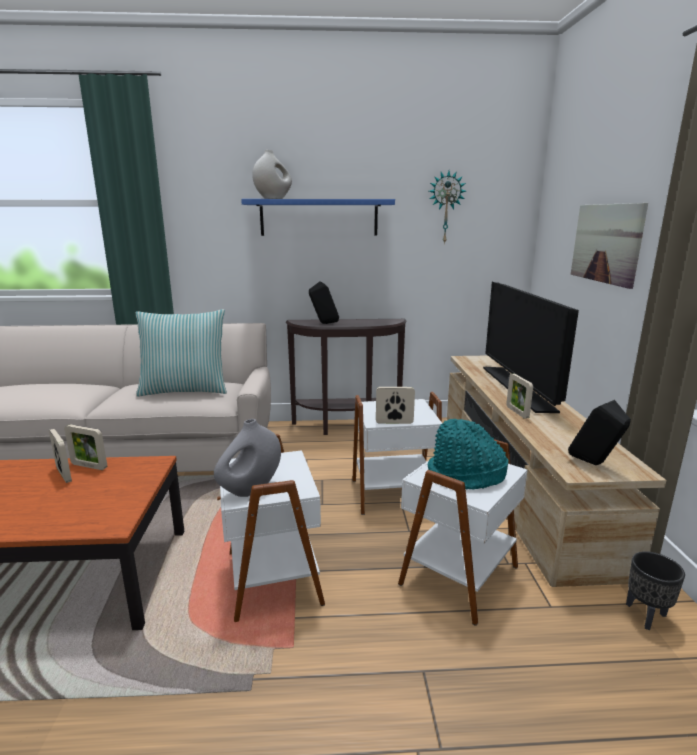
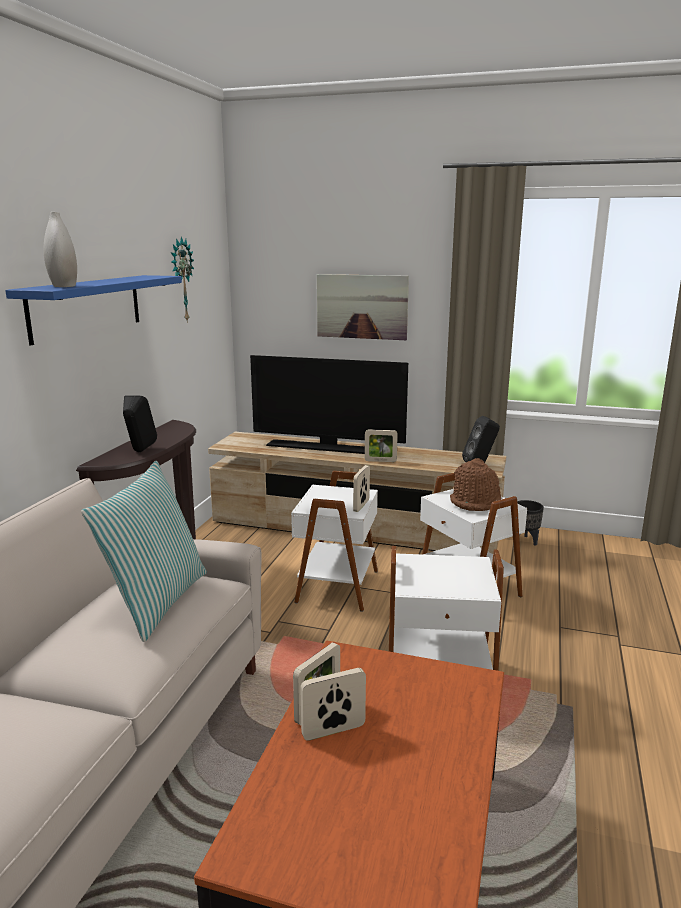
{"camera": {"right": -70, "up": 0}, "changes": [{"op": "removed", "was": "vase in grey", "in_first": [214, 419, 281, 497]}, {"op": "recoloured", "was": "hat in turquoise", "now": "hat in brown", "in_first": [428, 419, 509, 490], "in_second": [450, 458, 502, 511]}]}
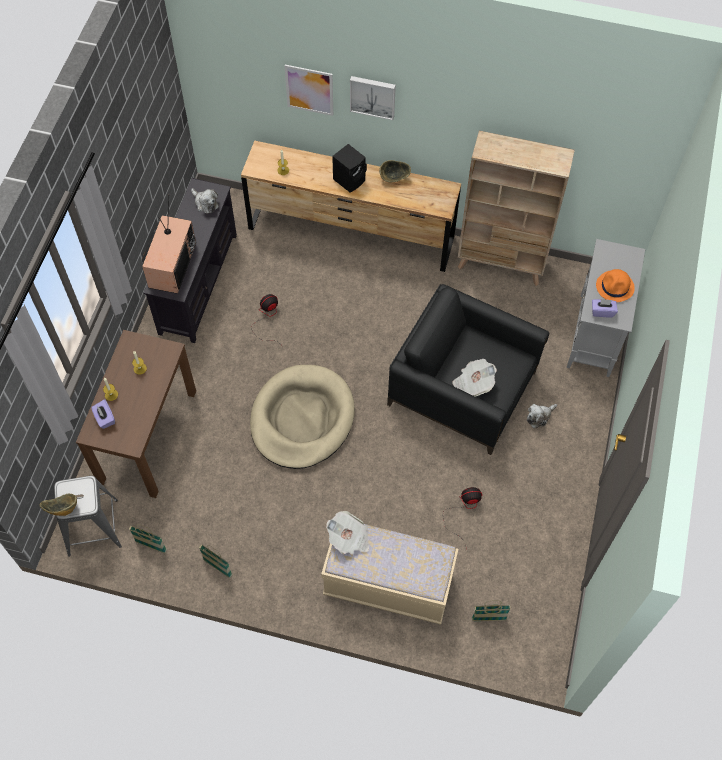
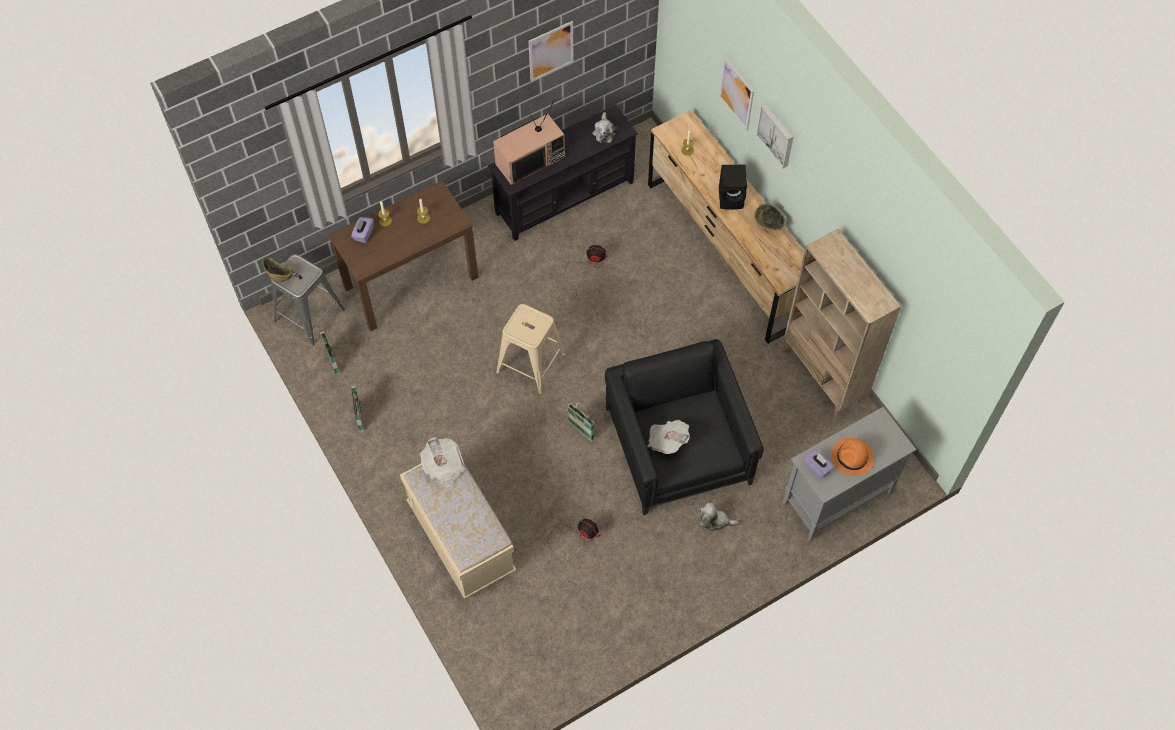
{"camera": {"right": 45, "up": 0}, "changes": [{"op": "replaced", "was": "dog bed in beige", "now": "stool in beige", "in_first": [250, 365, 355, 469], "in_second": [496, 304, 566, 395]}, {"op": "moved", "was": "basket", "in_first": [472, 600, 510, 621], "in_second": [567, 403, 595, 441]}, {"op": "added", "now": "picture", "in_second": [528, 21, 574, 81]}]}
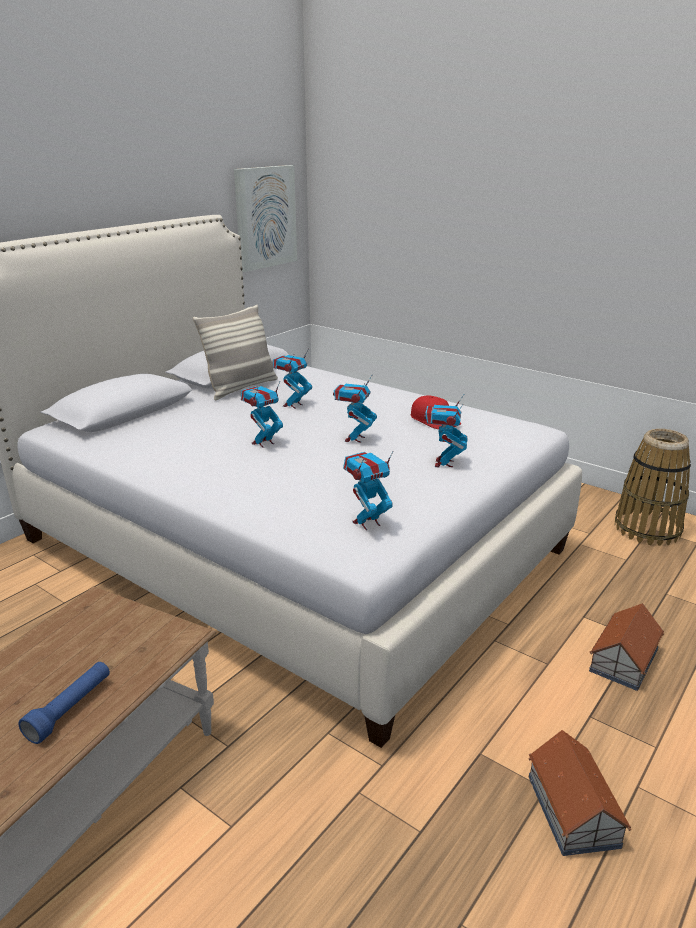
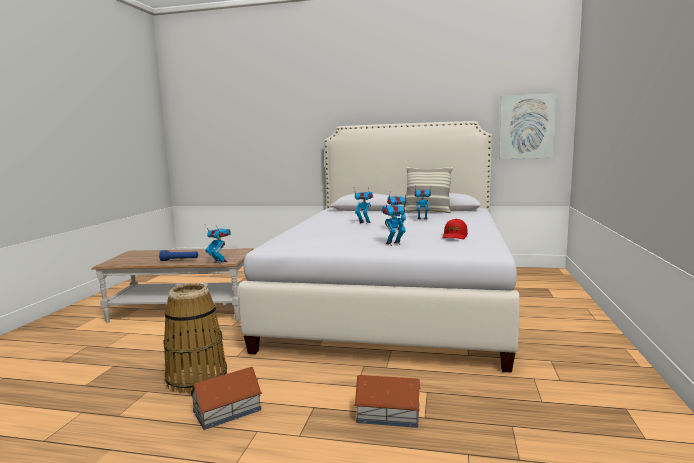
{"camera": {"right": 65, "up": -15}, "changes": [{"op": "moved", "was": "basket", "in_first": [615, 429, 691, 546], "in_second": [164, 283, 227, 394]}, {"op": "moved", "was": "toy robot", "in_first": [343, 451, 393, 530], "in_second": [205, 225, 231, 264]}]}
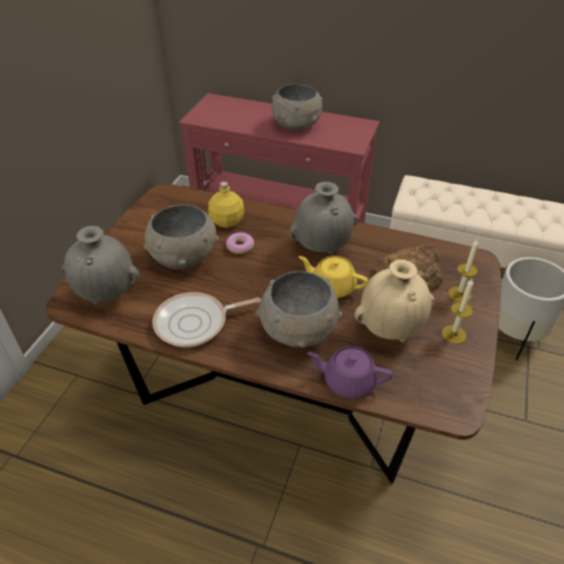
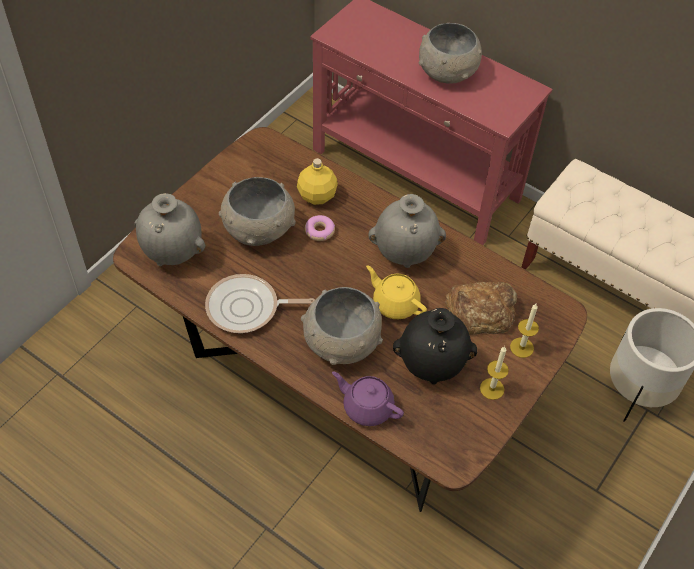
{"camera": {"right": 15, "up": 10}, "changes": [{"op": "recoloured", "was": "vase in beige", "now": "vase in black", "in_first": [354, 259, 435, 342], "in_second": [393, 308, 477, 384]}]}
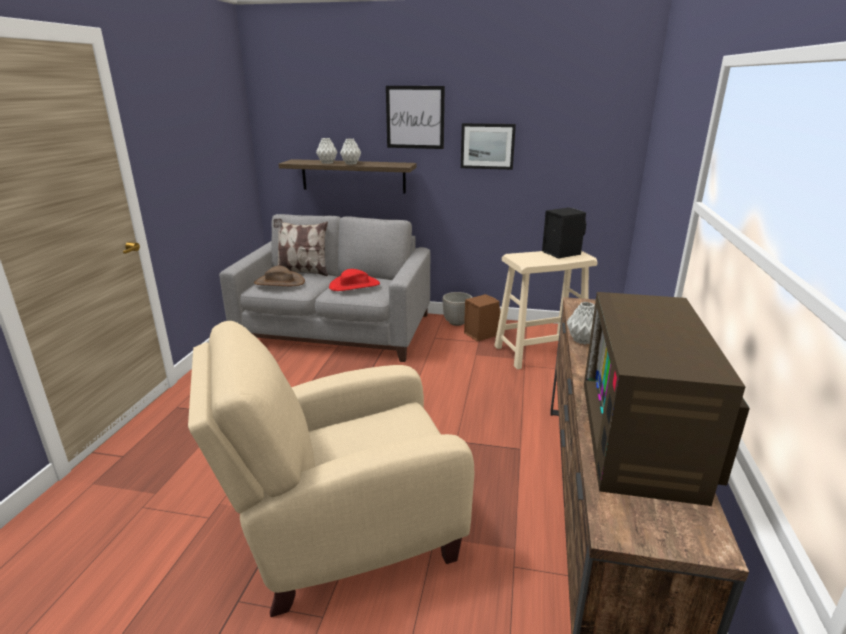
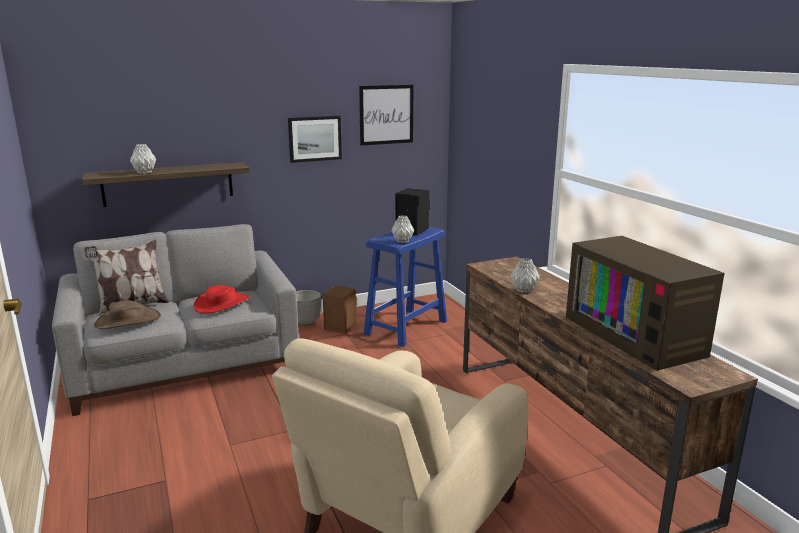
{"camera": {"right": -35, "up": -5}, "changes": [{"op": "moved", "was": "picture", "in_first": [386, 86, 445, 149], "in_second": [359, 85, 413, 146]}, {"op": "moved", "was": "vase in grey", "in_first": [340, 138, 361, 165], "in_second": [392, 215, 414, 243]}, {"op": "recoloured", "was": "stool in beige", "now": "stool in blue", "in_first": [494, 251, 598, 369], "in_second": [364, 227, 447, 347]}]}
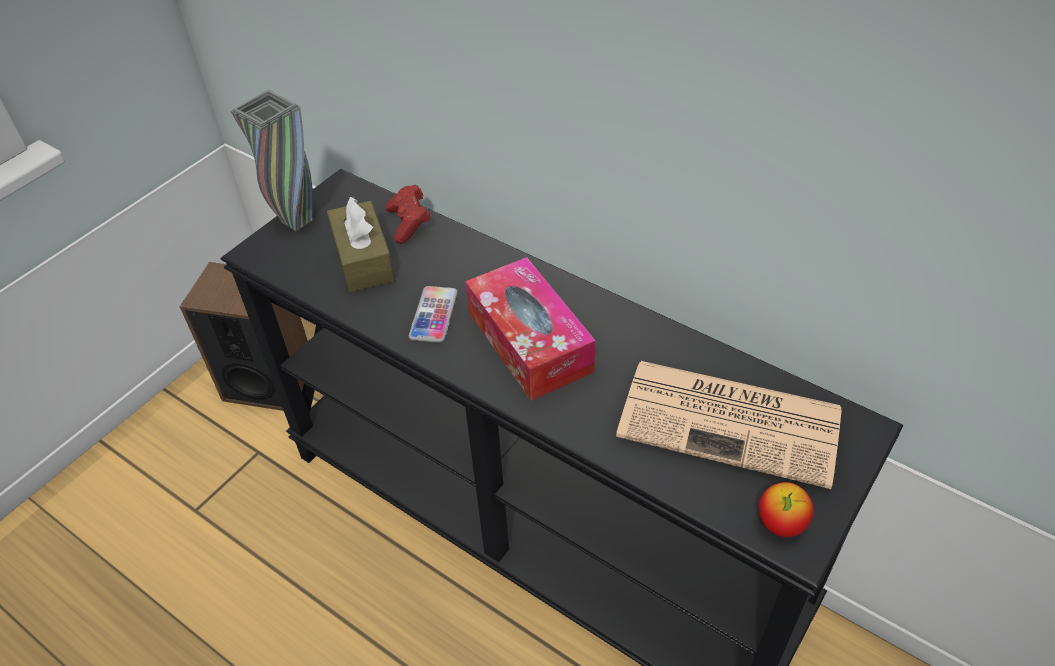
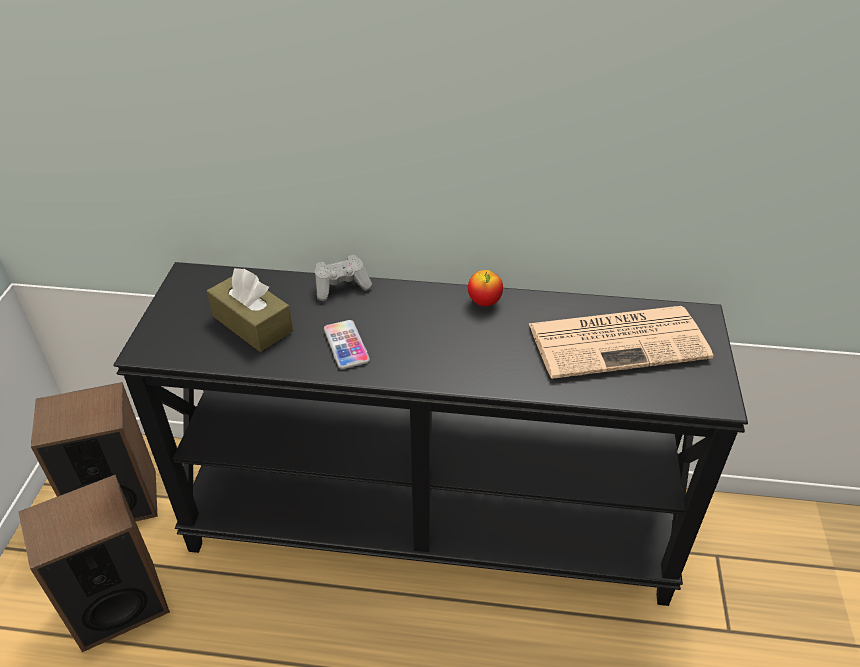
{"camera": {"right": -30, "up": -5}, "changes": [{"op": "removed", "was": "vase in grey", "in_first": [231, 90, 313, 231]}, {"op": "removed", "was": "game controller in red", "in_first": [385, 185, 431, 244]}, {"op": "removed", "was": "tissue box", "in_first": [465, 257, 595, 401]}, {"op": "moved", "was": "apple", "in_first": [759, 482, 814, 537], "in_second": [468, 270, 503, 306]}, {"op": "added", "now": "game controller in grey", "in_second": [315, 255, 372, 301]}, {"op": "added", "now": "speaker", "in_second": [19, 475, 170, 652]}]}
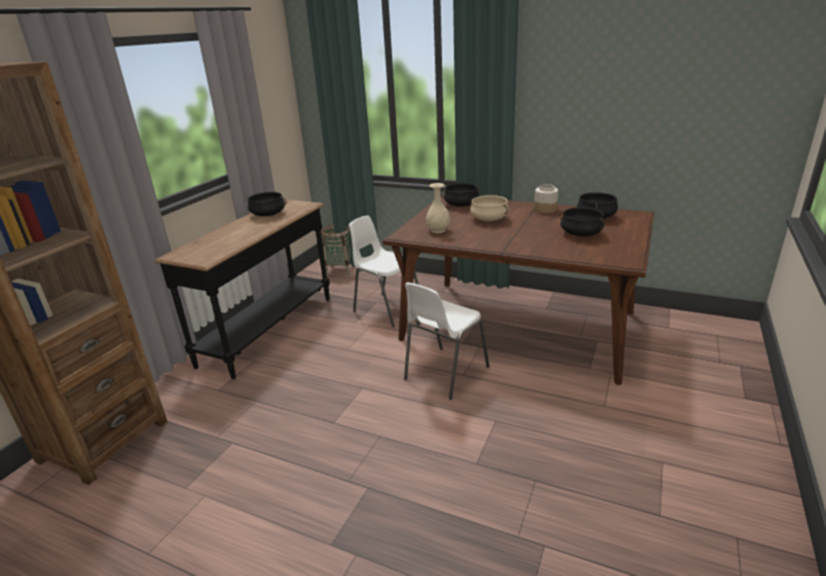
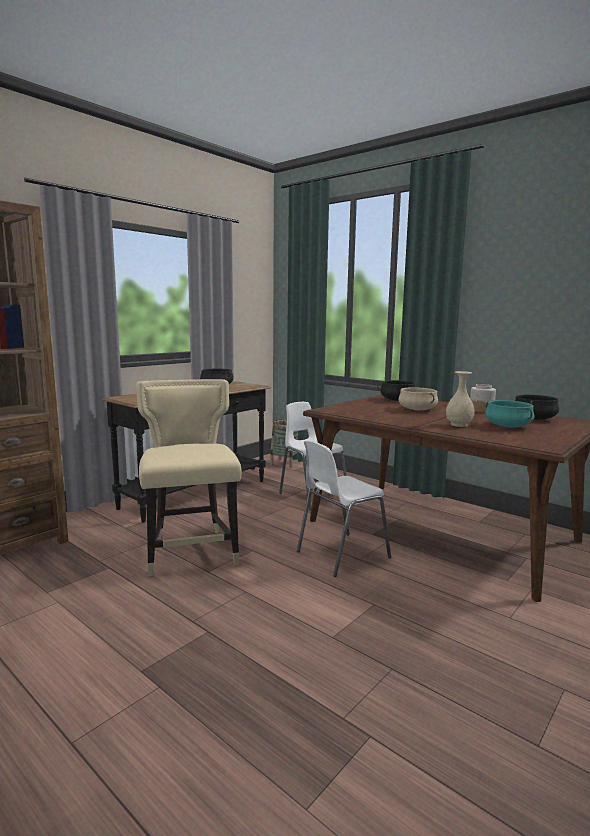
{"camera": {"right": 15, "up": -15}, "changes": [{"op": "moved", "was": "vase in beige", "in_first": [426, 183, 450, 233], "in_second": [446, 371, 475, 427]}, {"op": "recoloured", "was": "cooking pot in black", "now": "cooking pot in turquoise", "in_first": [559, 207, 605, 236], "in_second": [485, 400, 534, 427]}, {"op": "added", "now": "chair in beige", "in_second": [136, 379, 241, 576]}]}
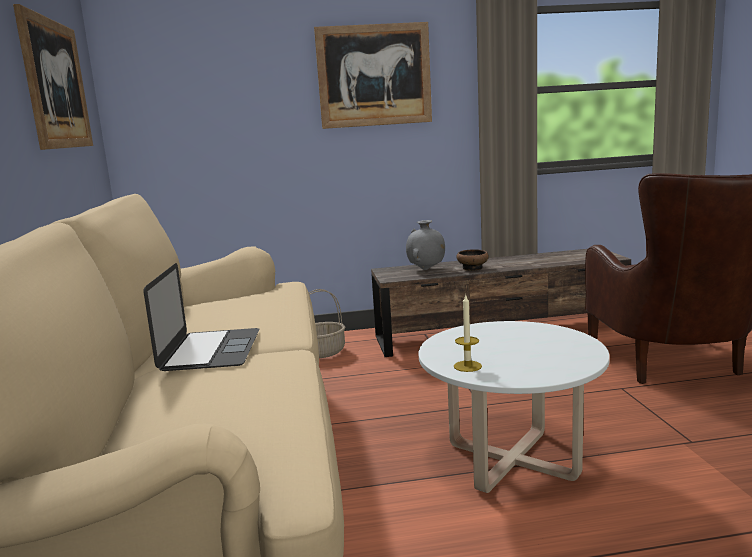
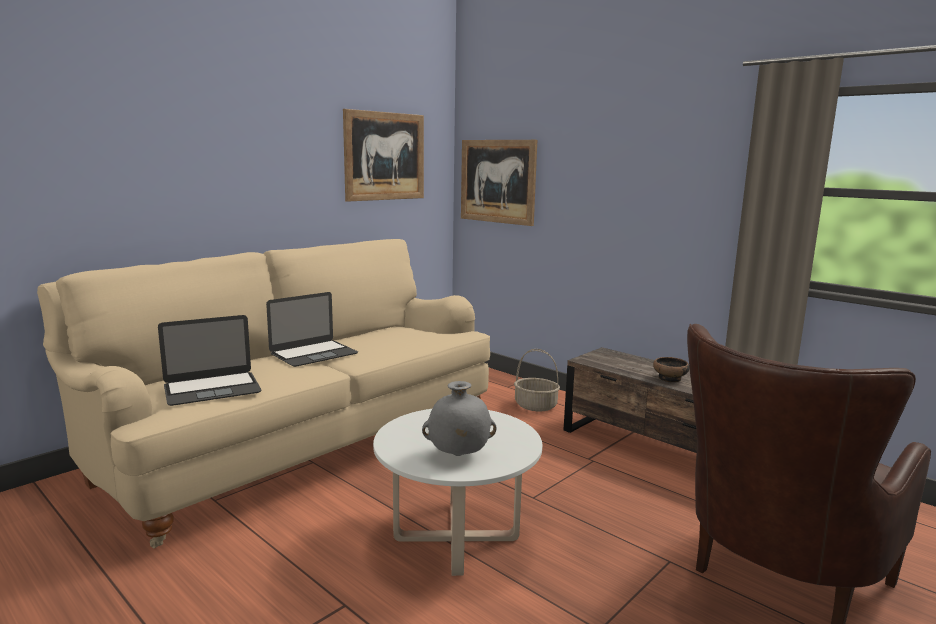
{"camera": {"right": 50, "up": 0}, "changes": [{"op": "moved", "was": "picture", "in_first": [314, 22, 432, 129], "in_second": [461, 140, 537, 226]}, {"op": "moved", "was": "vase in grey", "in_first": [406, 220, 445, 270], "in_second": [422, 381, 496, 456]}, {"op": "removed", "was": "candle", "in_first": [454, 295, 482, 372]}, {"op": "added", "now": "laptop", "in_second": [158, 315, 262, 406]}]}
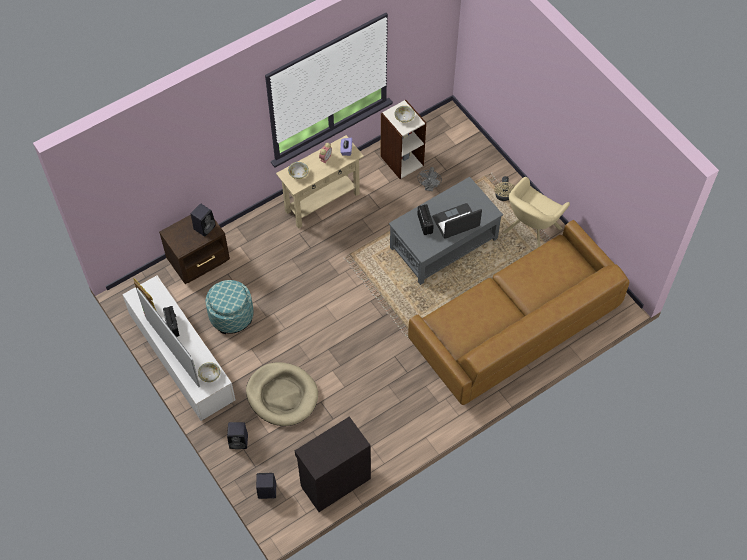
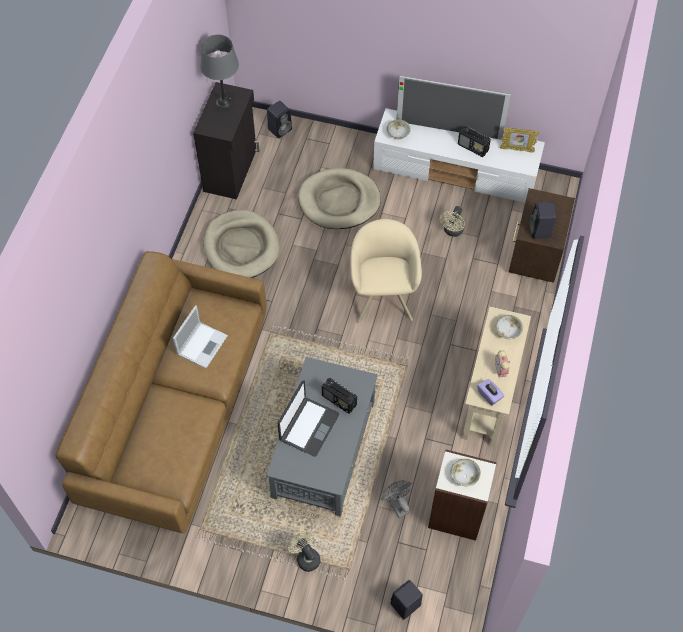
{"camera": {"right": 140, "up": 0}, "changes": [{"op": "moved", "was": "armchair in beige", "in_first": [503, 177, 570, 247], "in_second": [351, 219, 422, 323]}, {"op": "replaced", "was": "ottoman", "now": "fan in beige", "in_first": [206, 280, 254, 334], "in_second": [440, 206, 465, 237]}, {"op": "moved", "was": "speaker in black", "in_first": [227, 422, 248, 449], "in_second": [390, 580, 423, 619]}, {"op": "added", "now": "table lamp in grey", "in_second": [200, 34, 239, 108]}, {"op": "added", "now": "dog bed in beige", "in_second": [204, 210, 280, 278]}, {"op": "added", "now": "laptop", "in_second": [173, 305, 228, 369]}]}
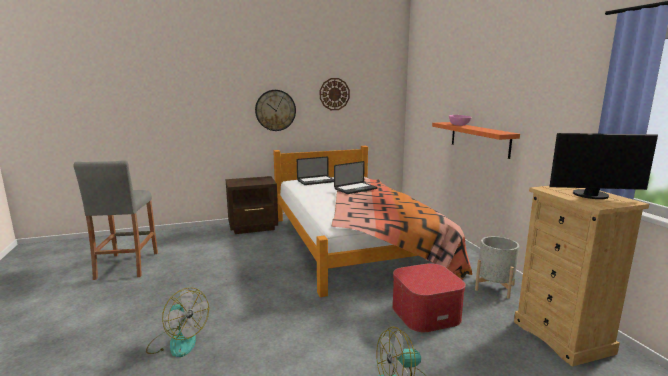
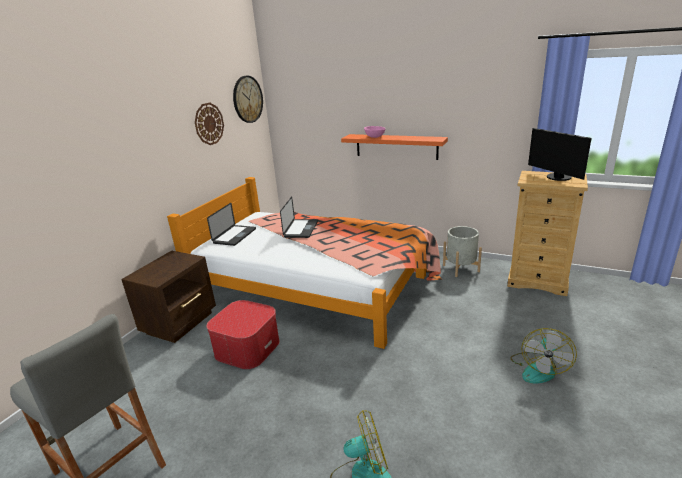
{"camera": {"right": -45, "up": 10}, "changes": [{"op": "moved", "was": "wall clock", "in_first": [255, 90, 296, 131], "in_second": [233, 76, 263, 123]}, {"op": "turned", "was": "monitor", "in_first": [549, 133, 658, 199], "in_second": [528, 128, 592, 181], "clockwise": 105}, {"op": "moved", "was": "ottoman", "in_first": [392, 263, 466, 332], "in_second": [207, 300, 280, 369]}]}
